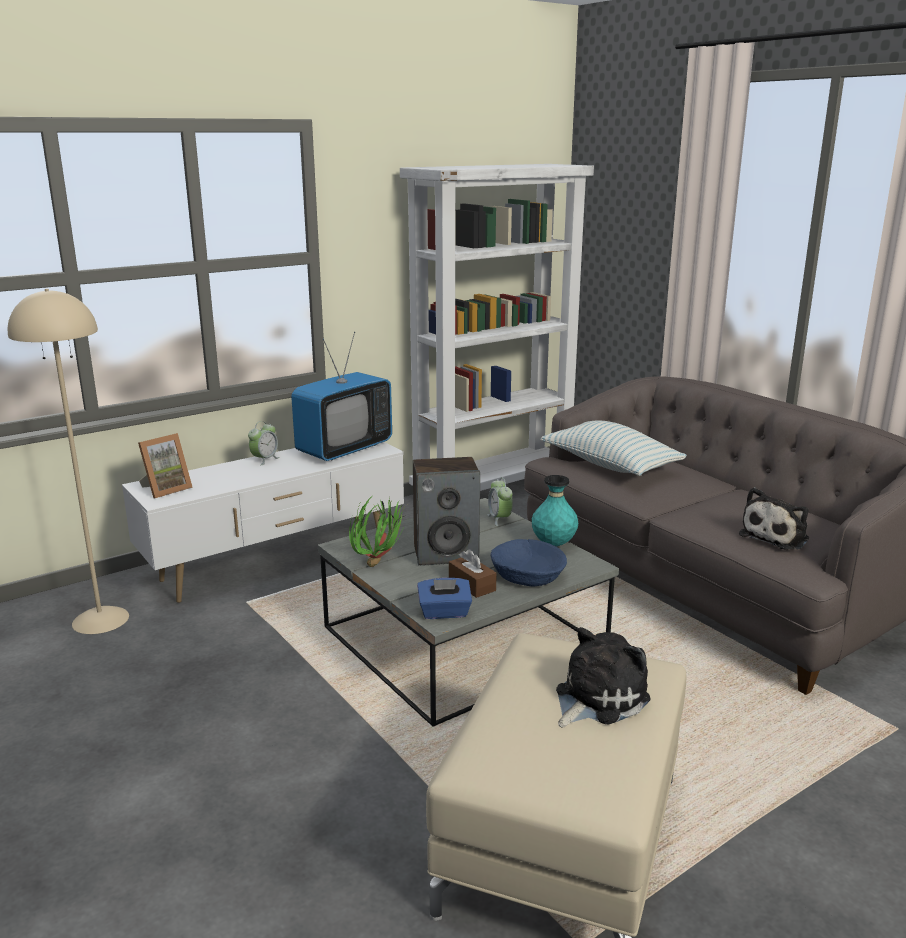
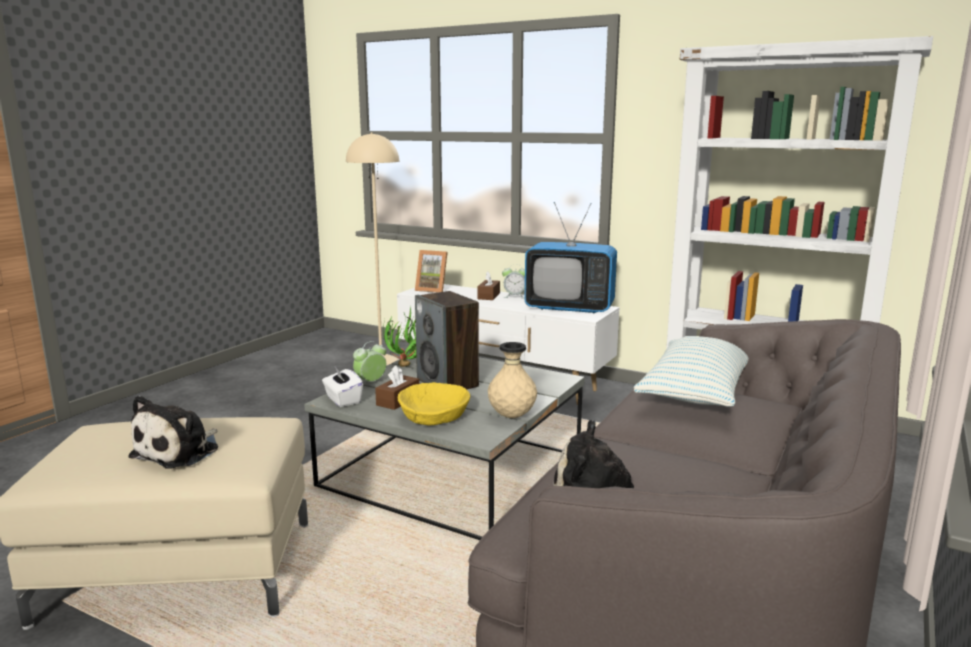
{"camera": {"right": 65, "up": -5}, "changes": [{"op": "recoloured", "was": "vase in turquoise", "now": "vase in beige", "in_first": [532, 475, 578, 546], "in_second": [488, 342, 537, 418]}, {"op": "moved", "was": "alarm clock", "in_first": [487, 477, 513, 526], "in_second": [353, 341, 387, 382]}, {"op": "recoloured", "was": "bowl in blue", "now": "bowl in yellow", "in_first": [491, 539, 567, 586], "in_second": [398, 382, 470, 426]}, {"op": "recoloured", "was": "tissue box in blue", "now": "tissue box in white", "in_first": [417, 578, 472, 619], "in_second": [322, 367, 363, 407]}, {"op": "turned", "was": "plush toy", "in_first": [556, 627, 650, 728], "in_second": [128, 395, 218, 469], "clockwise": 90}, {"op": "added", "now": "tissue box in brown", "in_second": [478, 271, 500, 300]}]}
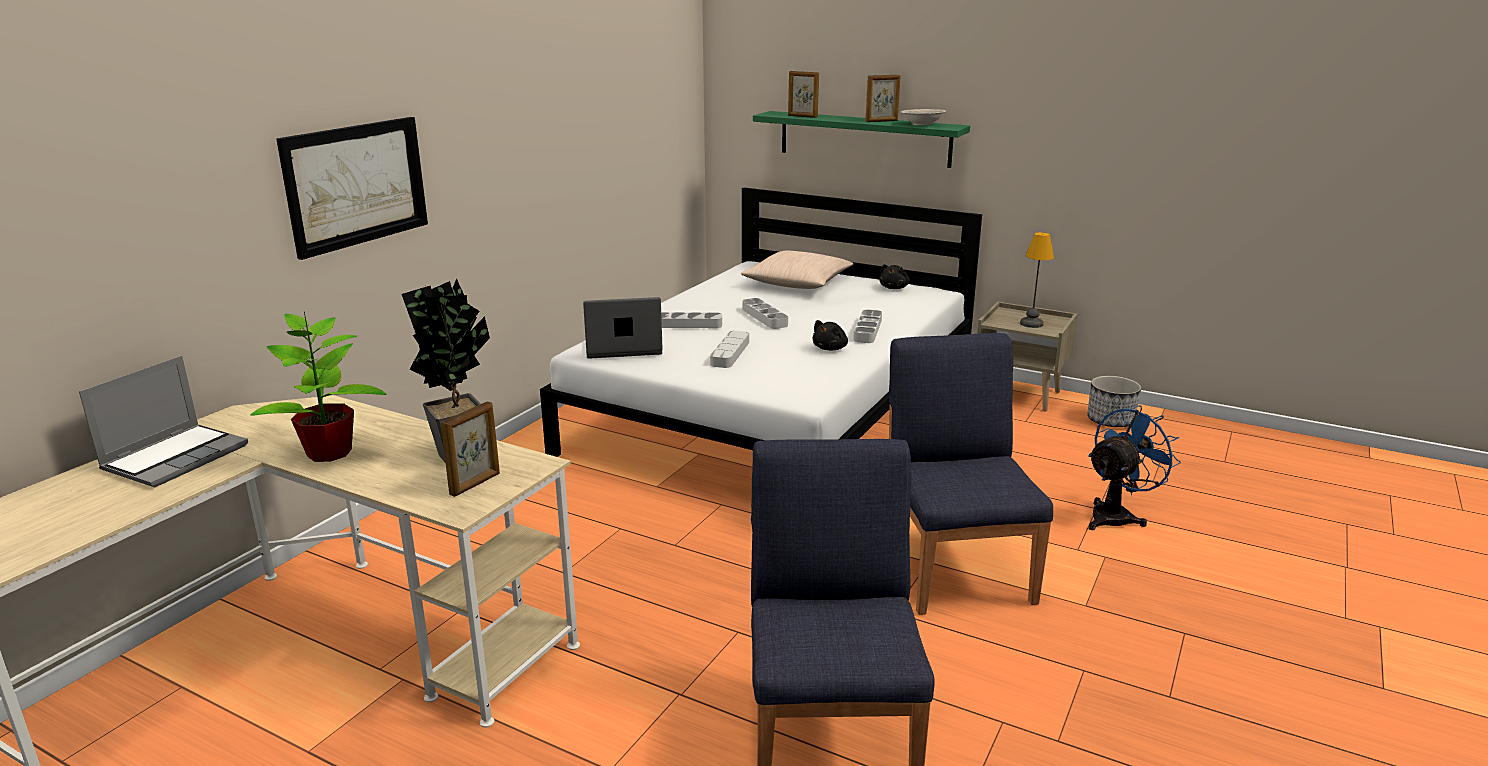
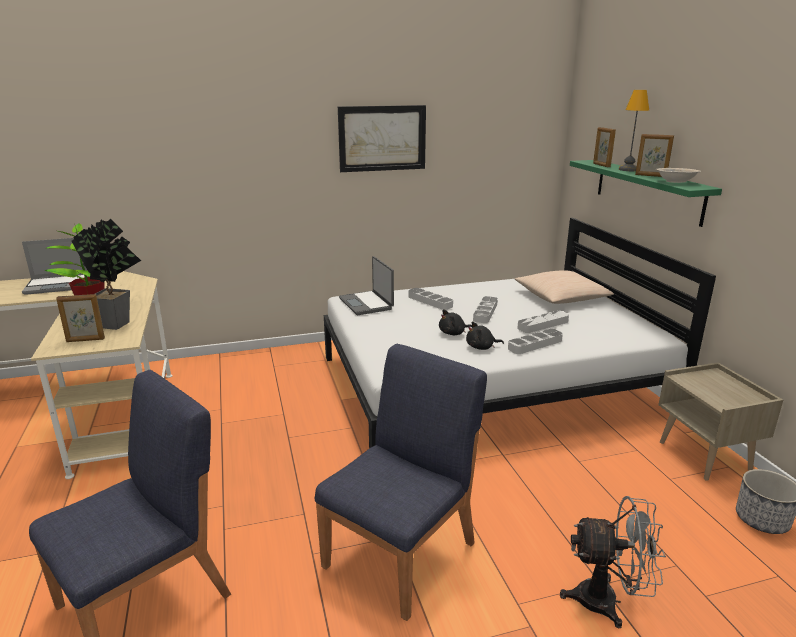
{"camera": {"right": 45, "up": 0}, "changes": [{"op": "moved", "was": "picture", "in_first": [276, 117, 428, 260], "in_second": [338, 105, 426, 172]}, {"op": "moved", "was": "table lamp", "in_first": [1020, 232, 1054, 328], "in_second": [619, 90, 649, 171]}, {"op": "moved", "was": "plush toy in black", "in_first": [879, 264, 910, 289], "in_second": [439, 310, 473, 335]}, {"op": "turned", "was": "laptop", "in_first": [583, 297, 663, 359], "in_second": [339, 256, 394, 315], "clockwise": -150}, {"op": "moved", "was": "tray in grey", "in_first": [710, 331, 749, 368], "in_second": [517, 311, 569, 333]}, {"op": "recoloured", "was": "fan in blue", "now": "fan in grey", "in_first": [1088, 405, 1181, 530], "in_second": [560, 496, 666, 629]}]}
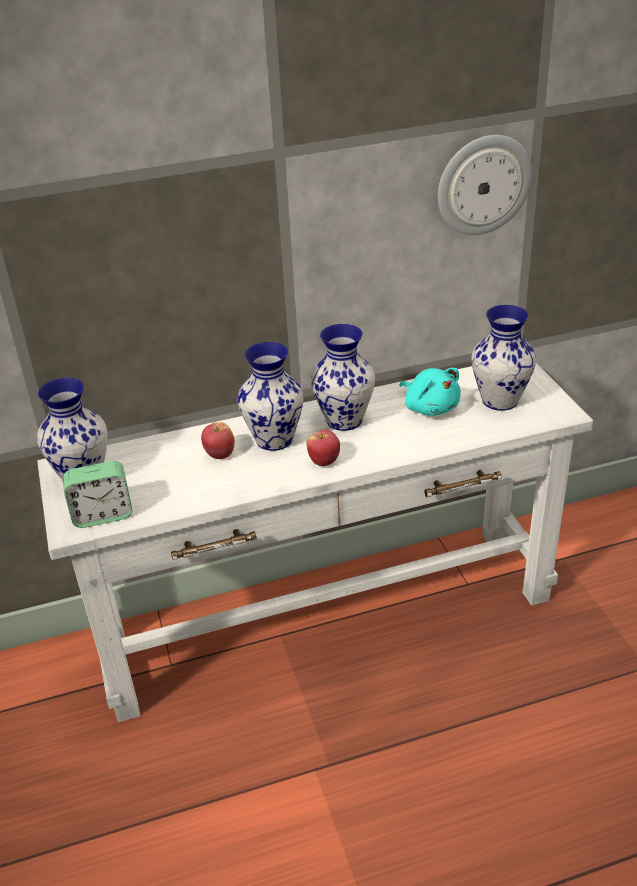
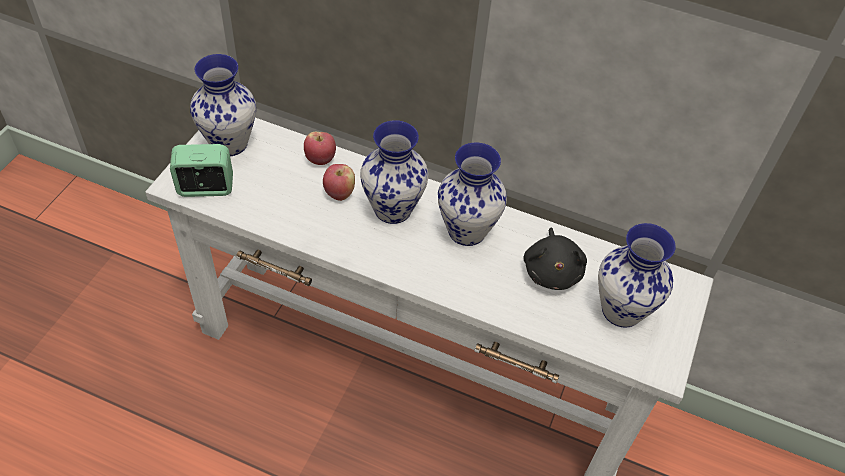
{"camera": {"right": 35, "up": 15}, "changes": [{"op": "removed", "was": "wall clock", "in_first": [438, 135, 532, 235]}, {"op": "recoloured", "was": "plush toy in turquoise", "now": "plush toy in black", "in_first": [400, 368, 461, 416], "in_second": [523, 227, 587, 290]}, {"op": "moved", "was": "apple", "in_first": [307, 430, 340, 466], "in_second": [304, 132, 336, 165]}, {"op": "turned", "was": "alarm clock", "in_first": [63, 461, 132, 528], "in_second": [170, 144, 233, 197], "clockwise": 150}]}
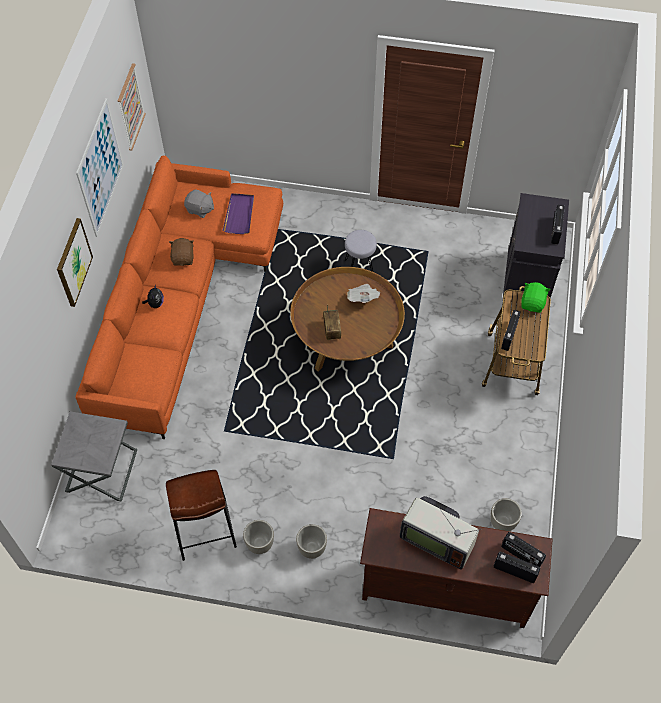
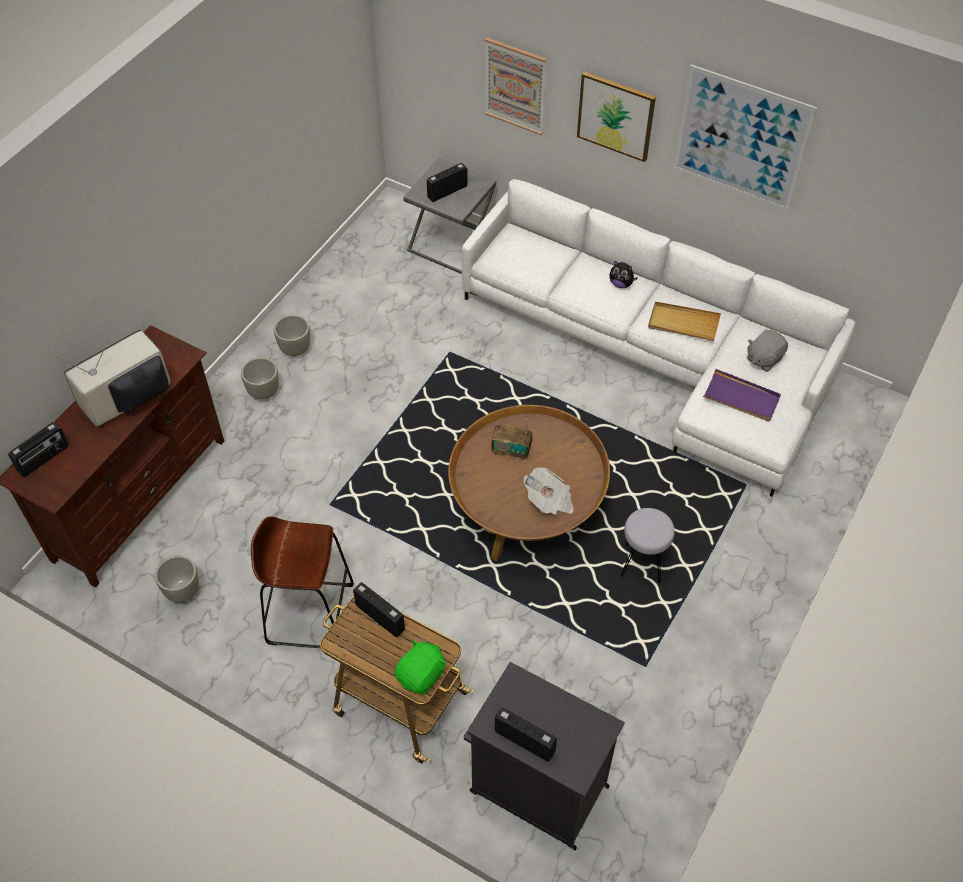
{"camera": {"right": 110, "up": -5}, "changes": [{"op": "moved", "was": "picture", "in_first": [118, 63, 146, 151], "in_second": [485, 38, 547, 135]}, {"op": "recoloured", "was": "sofa in orange", "now": "sofa in white", "in_first": [76, 156, 283, 439], "in_second": [461, 179, 855, 497]}, {"op": "replaced", "was": "plush toy in brown", "now": "tray in beige", "in_first": [169, 238, 194, 266], "in_second": [648, 302, 721, 341]}, {"op": "turned", "was": "plush toy in green", "in_first": [521, 282, 551, 313], "in_second": [394, 639, 446, 694], "clockwise": -90}, {"op": "moved", "was": "stool in brown", "in_first": [166, 470, 237, 561], "in_second": [251, 516, 354, 648]}, {"op": "moved", "was": "radio", "in_first": [501, 532, 546, 567], "in_second": [427, 163, 468, 202]}]}
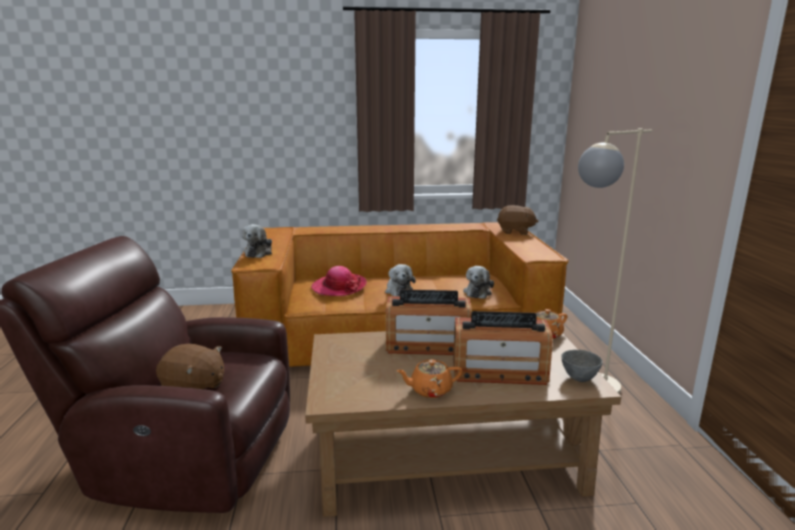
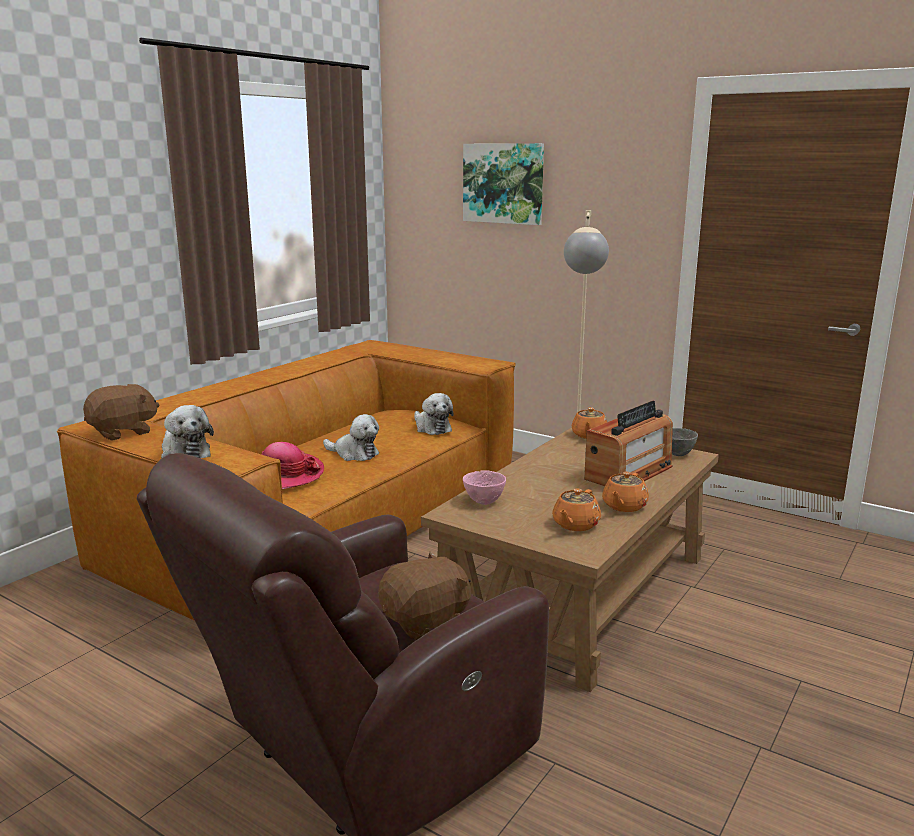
{"camera": {"right": -50, "up": 0}, "changes": [{"op": "moved", "was": "plush toy in brown", "in_first": [497, 205, 538, 235], "in_second": [83, 384, 160, 441]}, {"op": "removed", "was": "radio", "in_first": [386, 289, 472, 355]}, {"op": "added", "now": "picture", "in_second": [463, 143, 544, 225]}, {"op": "added", "now": "bowl in pink", "in_second": [463, 470, 506, 505]}, {"op": "added", "now": "teapot in orange", "in_second": [552, 488, 601, 531]}]}
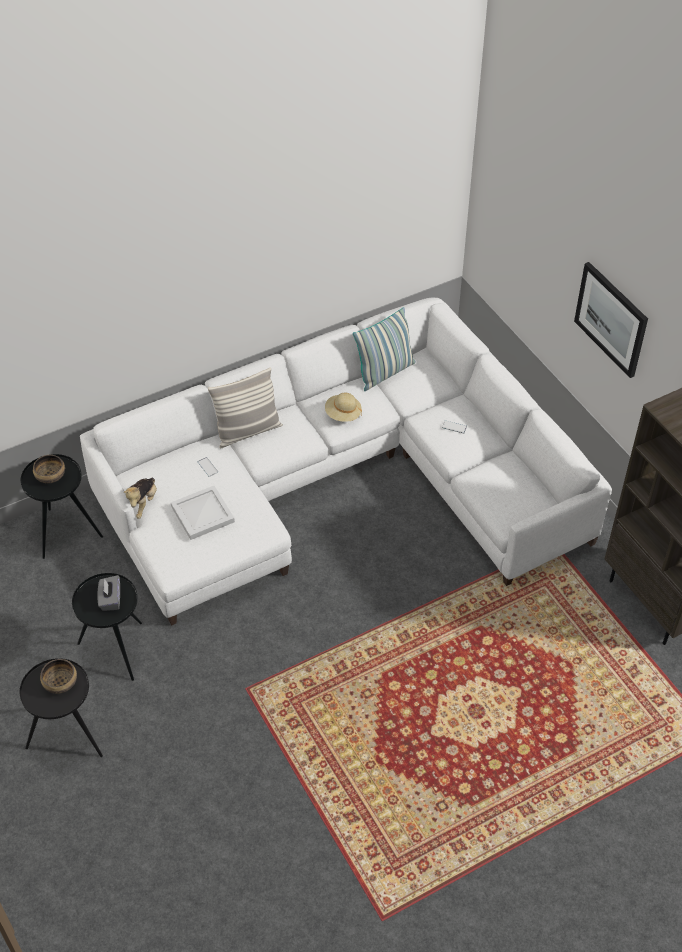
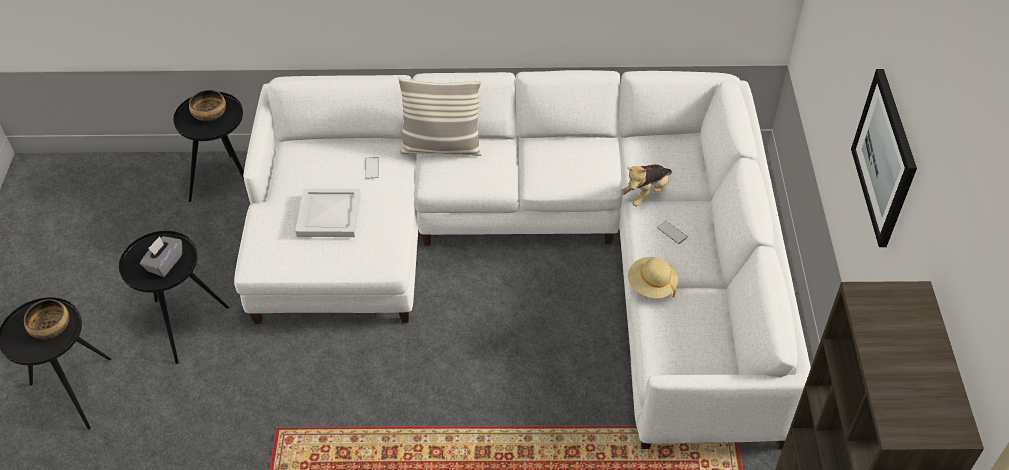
{"camera": {"right": 30, "up": 0}, "changes": [{"op": "removed", "was": "pillow", "in_first": [353, 307, 416, 391]}, {"op": "moved", "was": "hat in beige", "in_first": [325, 393, 362, 422], "in_second": [628, 257, 678, 298]}, {"op": "moved", "was": "plush toy", "in_first": [124, 478, 157, 519], "in_second": [620, 164, 672, 206]}]}
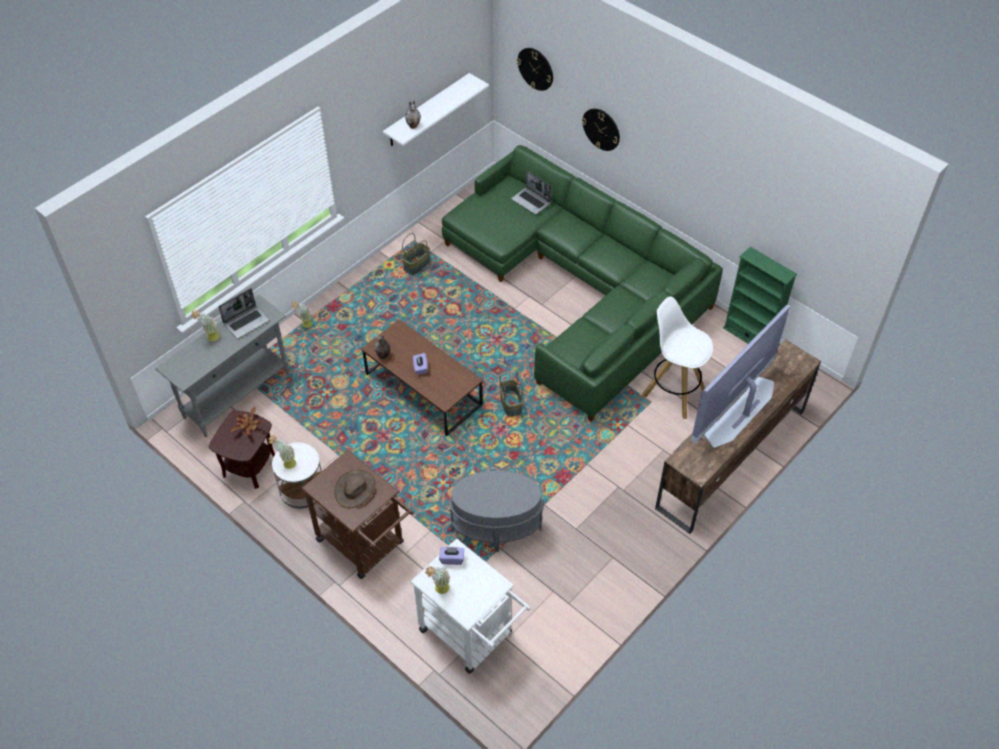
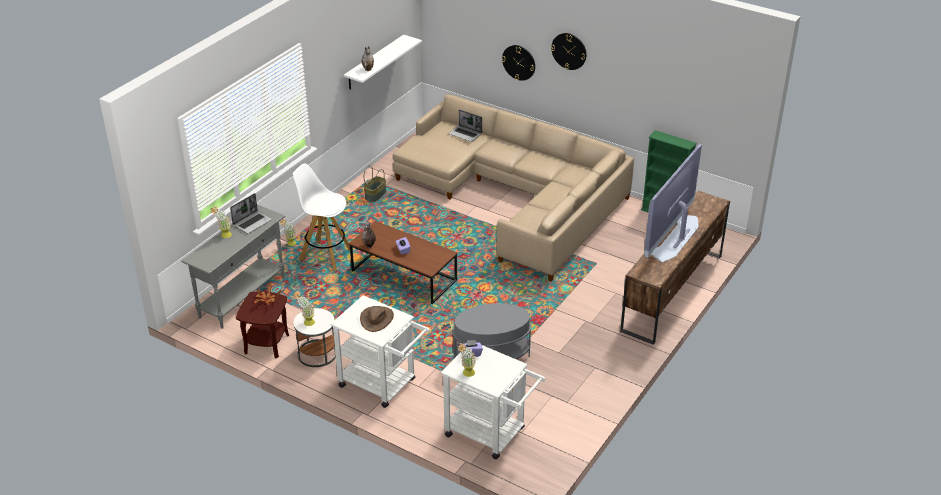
{"camera": {"right": -10, "up": -15}, "changes": [{"op": "moved", "was": "wall clock", "in_first": [517, 48, 553, 91], "in_second": [551, 33, 586, 70]}, {"op": "recoloured", "was": "sofa in green", "now": "sofa in beige", "in_first": [442, 145, 723, 422], "in_second": [393, 95, 634, 281]}, {"op": "moved", "was": "stool in white", "in_first": [642, 297, 713, 419], "in_second": [293, 163, 350, 271]}, {"op": "removed", "was": "basket", "in_first": [499, 372, 523, 417]}, {"op": "recoloured", "was": "cart in brown", "now": "cart in white", "in_first": [301, 450, 414, 579], "in_second": [330, 295, 430, 408]}]}
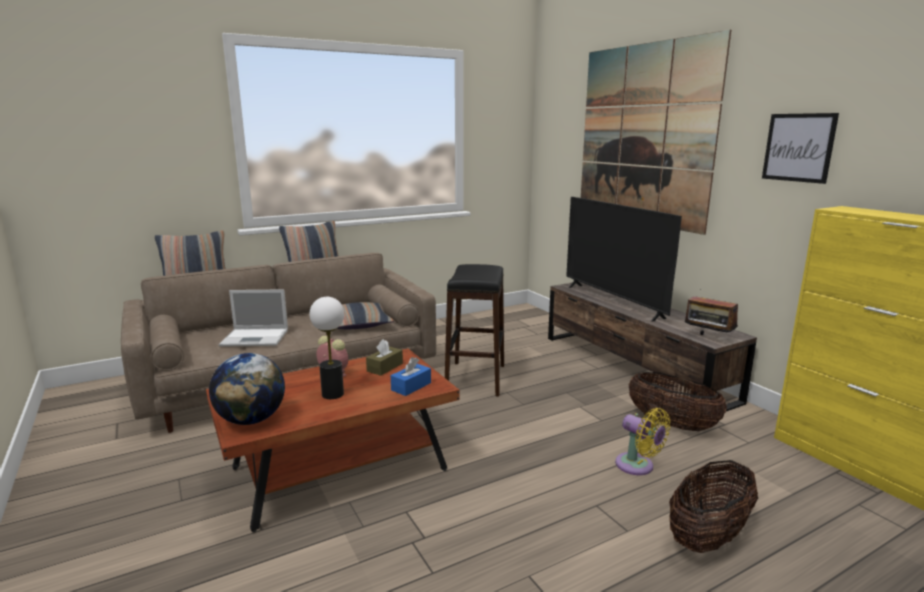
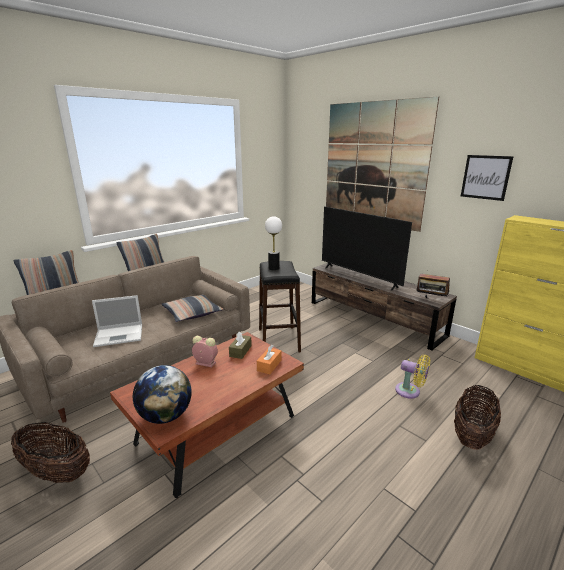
{"camera": {"right": -15, "up": 5}, "changes": [{"op": "moved", "was": "table lamp", "in_first": [310, 297, 344, 399], "in_second": [265, 216, 282, 270]}, {"op": "recoloured", "was": "tissue box in blue", "now": "tissue box in orange", "in_first": [391, 357, 431, 396], "in_second": [257, 345, 281, 374]}, {"op": "moved", "was": "basket", "in_first": [629, 372, 727, 431], "in_second": [11, 422, 90, 483]}]}
